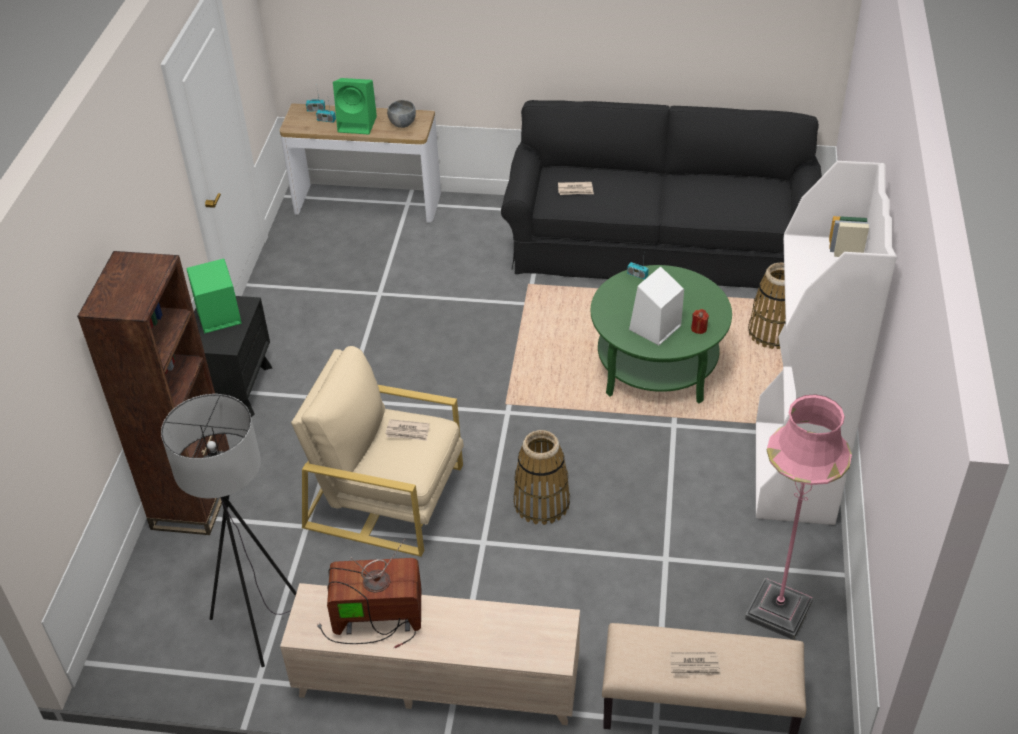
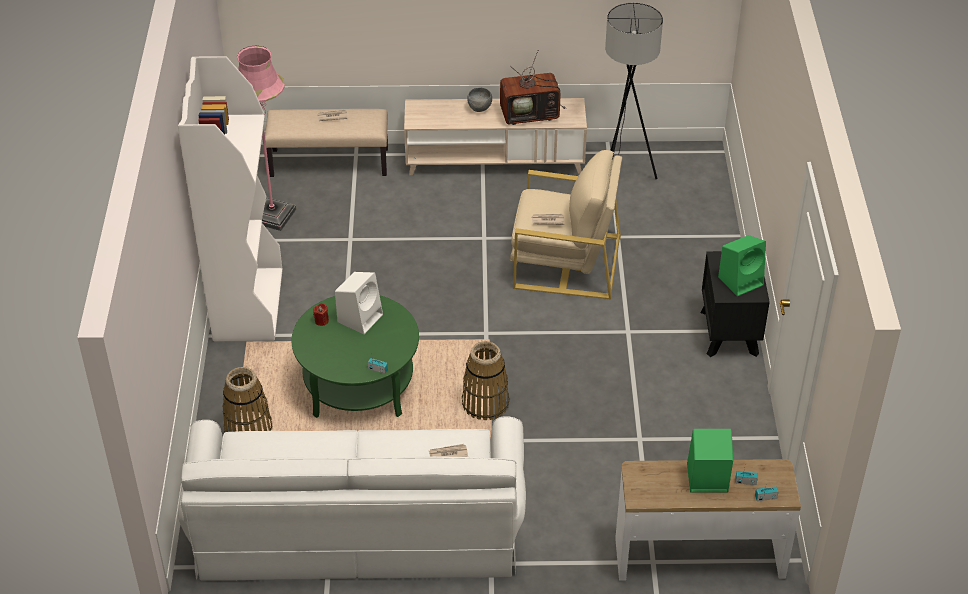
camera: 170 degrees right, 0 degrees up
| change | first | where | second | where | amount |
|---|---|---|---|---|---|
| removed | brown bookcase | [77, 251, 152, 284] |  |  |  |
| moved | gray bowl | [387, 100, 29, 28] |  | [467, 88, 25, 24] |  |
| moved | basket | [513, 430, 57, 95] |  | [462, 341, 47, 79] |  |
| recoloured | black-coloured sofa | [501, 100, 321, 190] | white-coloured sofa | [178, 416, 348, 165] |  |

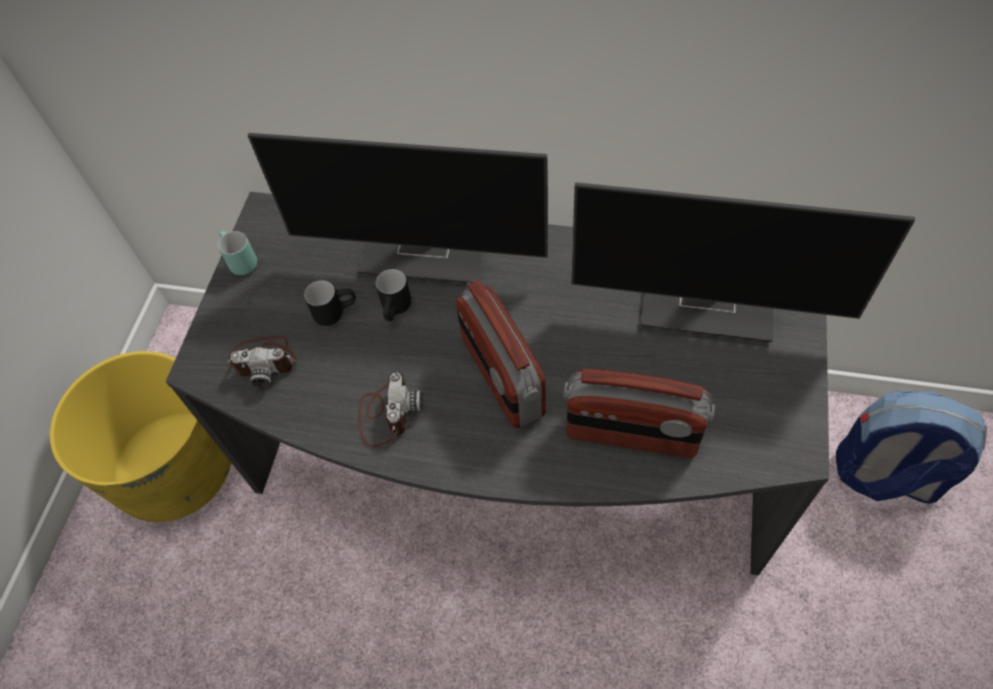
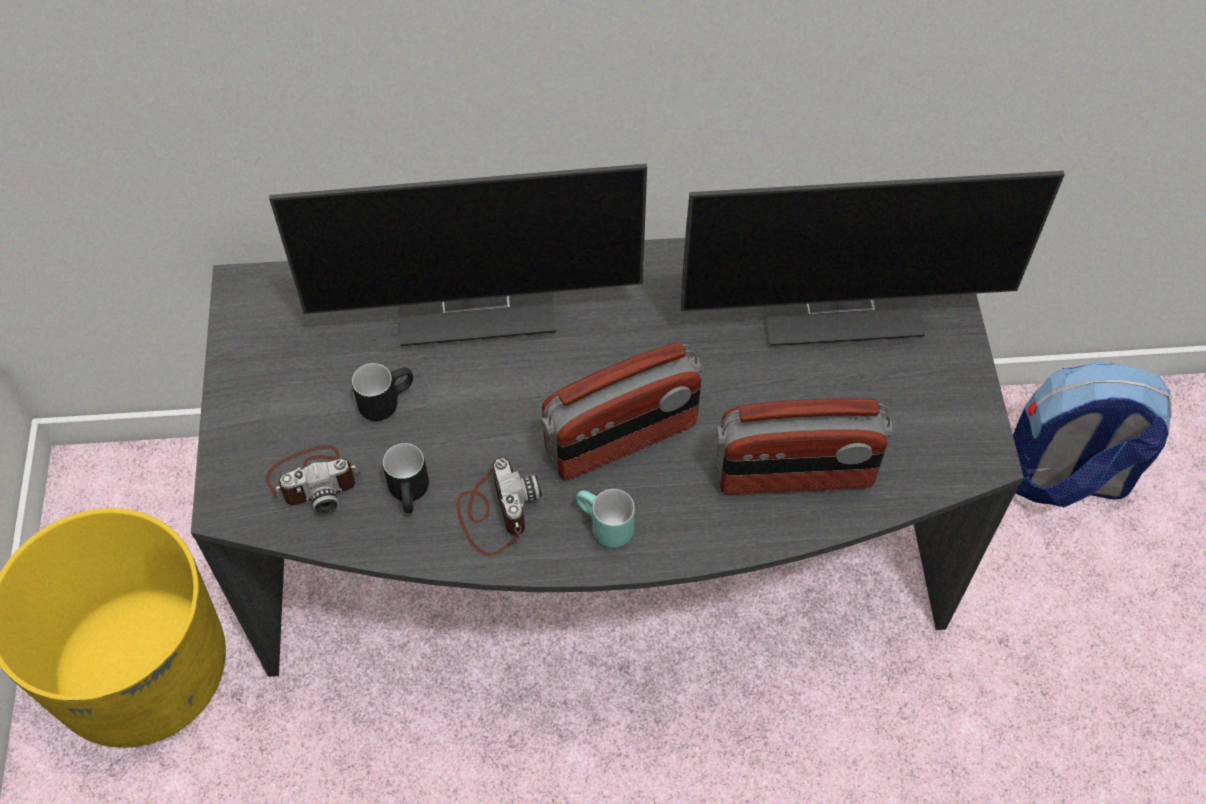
camera: 20 degrees left, 0 degrees up
| change | first | where | second | where | amount |
|---|---|---|---|---|---|
| moved | turquoise tea mug | [218, 231, 39, 44] |  | [576, 489, 59, 59] |  |
| moved | black-coloured tea mug | [376, 269, 35, 52] |  | [383, 443, 46, 70] |  |
| turned | radio set | [456, 280, 90, 148] |  | [540, 342, 162, 138] | 75 degrees counterclockwise |

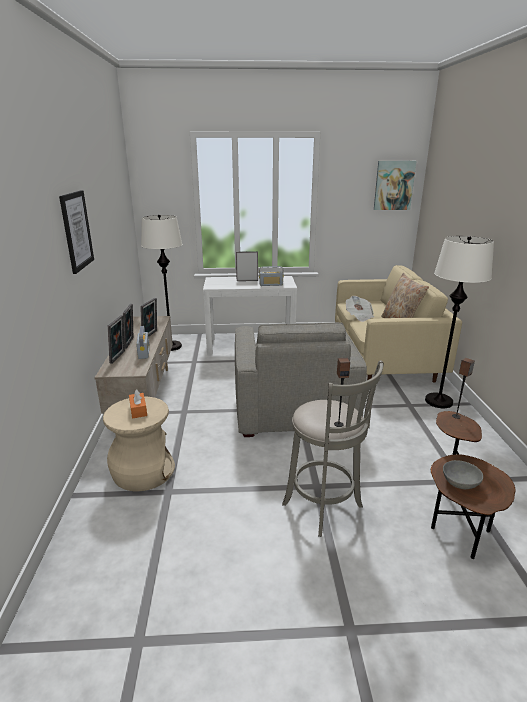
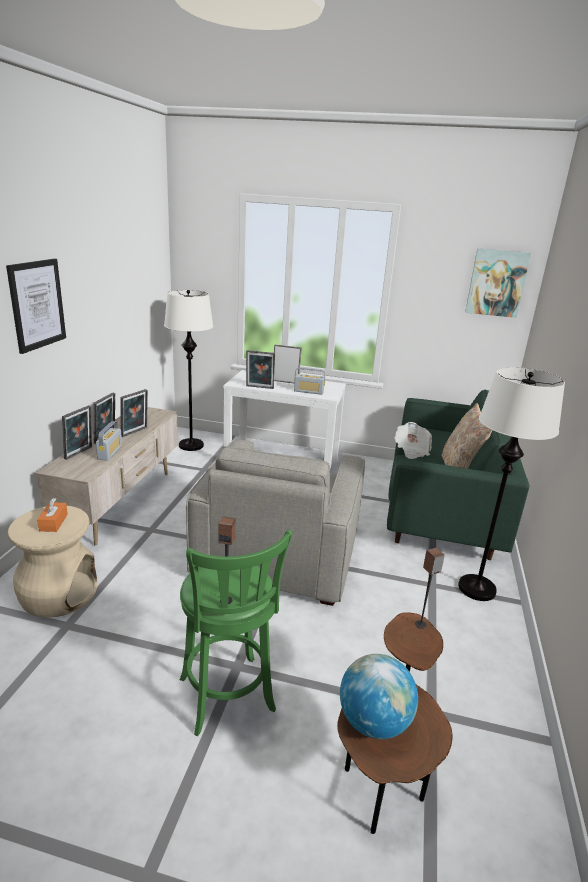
camera: 15 degrees right, 0 degrees up
| change | first | where | second | where | amount |
|---|---|---|---|---|---|
| added |  |  | picture frame | [246, 350, 29, 39] |  |
| replaced | gray bowl | [443, 460, 40, 29] | desk globe | [340, 654, 78, 85] |  |
| recoloured | gray stool | [282, 360, 102, 177] | green-coloured stool | [179, 530, 113, 206] |  |
| recoloured | sand-coloured sofa | [335, 265, 127, 118] | green-coloured sofa | [387, 390, 143, 170] |  |

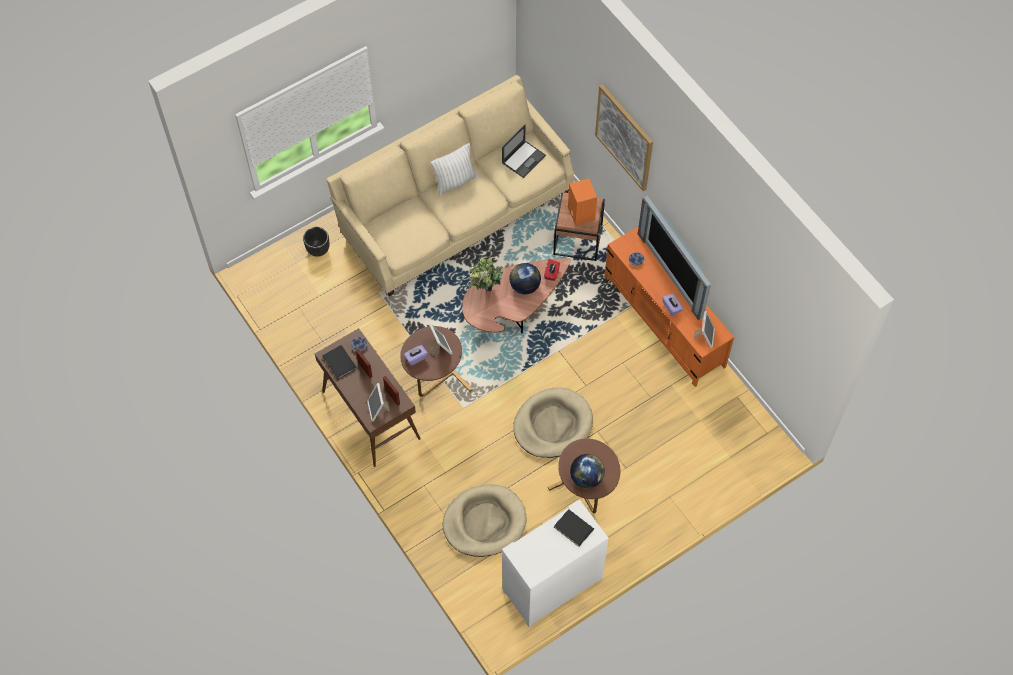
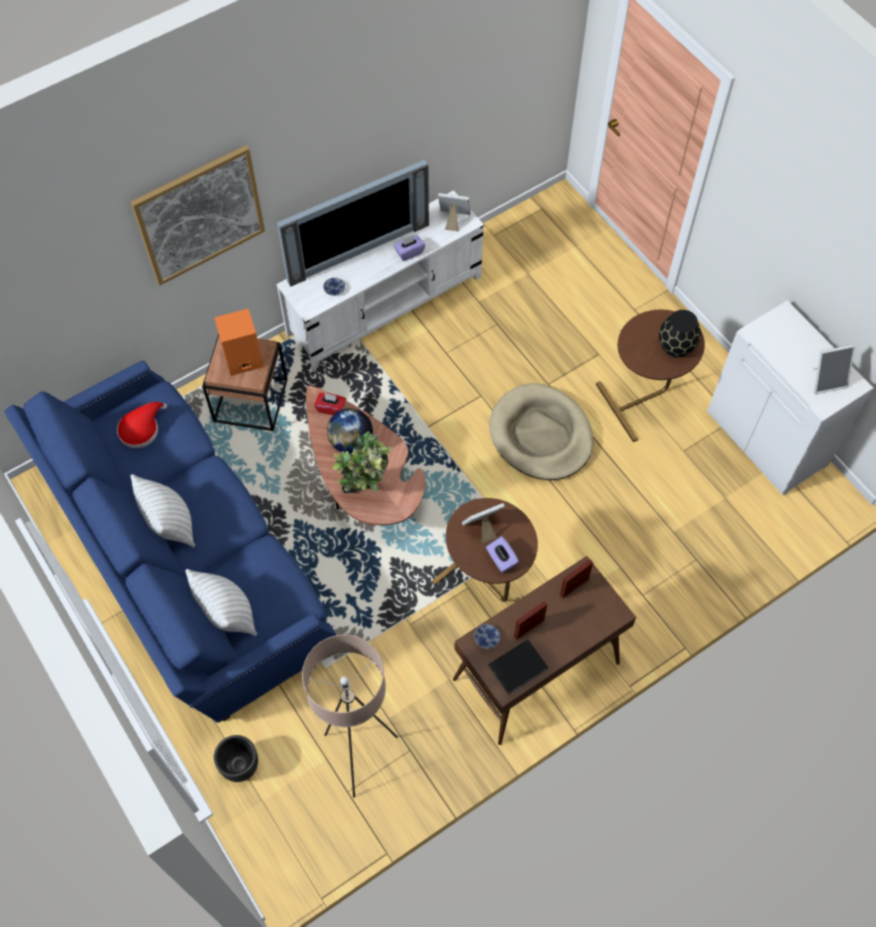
camera: 90 degrees left, 0 degrees up
| change | first | where | second | where | amount |
|---|---|---|---|---|---|
| removed | sand-coloured pet bed | [443, 484, 83, 73] |  |  |  |
| removed | black-coloured volume | [554, 509, 40, 38] |  |  |  |
| added |  |  | white-coloured pillow | [186, 569, 71, 67] |  |
| added |  |  | sand-coloured standard lamp | [302, 635, 96, 163] |  |
| moved | picture frame | [367, 383, 23, 39] |  | [814, 344, 41, 50] |  |
| replaced | notebook computer | [502, 125, 44, 53] | red-coloured wearable hat | [117, 402, 50, 46] |  |
| replaced | desk globe | [570, 454, 35, 34] | black-coloured vase | [659, 310, 42, 48] |  |
| recoloured | sand-coloured sofa | [327, 75, 247, 221] | blue-coloured sofa | [5, 361, 331, 362] |  |
| recoloured | orange tv stand | [605, 226, 129, 161] | white-coloured tv stand | [276, 190, 208, 180] |  |

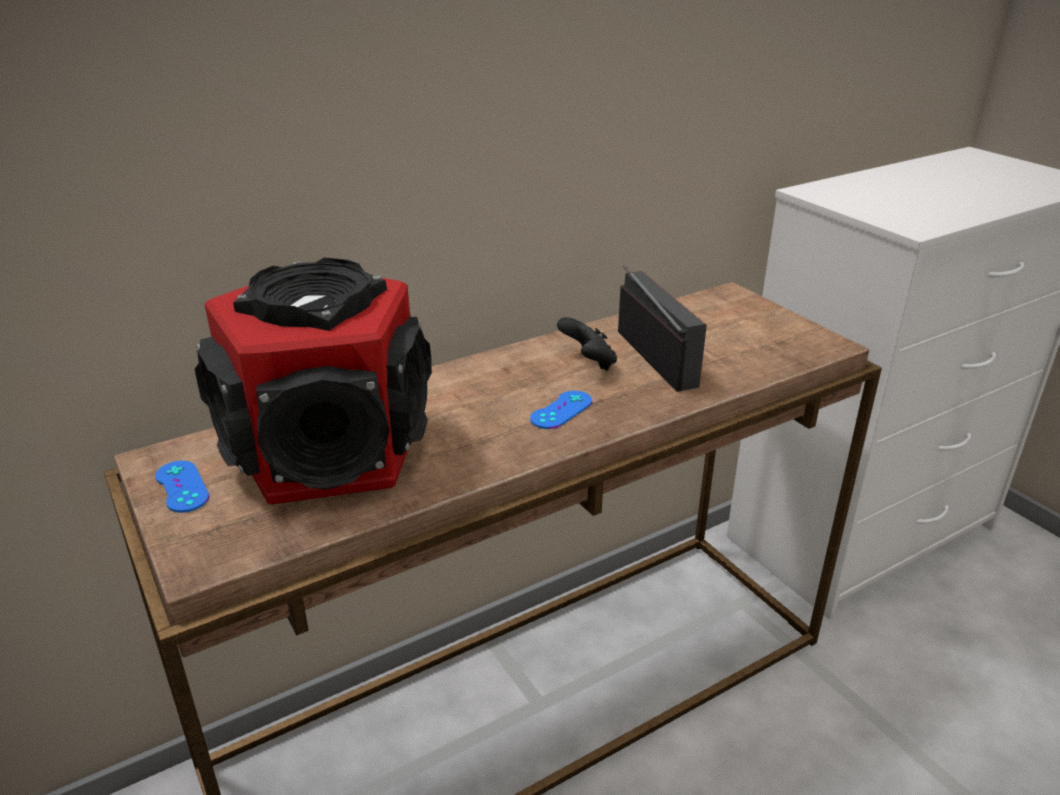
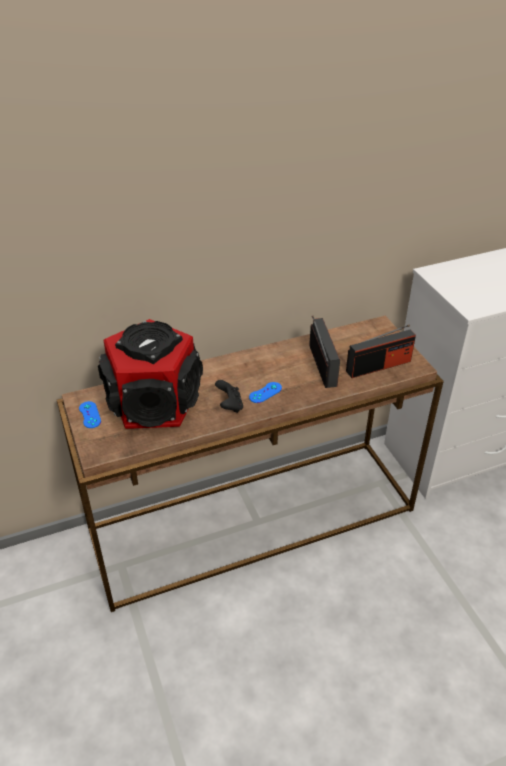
camera: 10 degrees right, 10 degrees up
| change | first | where | second | where | amount |
|---|---|---|---|---|---|
| added |  |  | radio set | [346, 325, 70, 53] |  |
| moved | black-coloured game controller | [557, 317, 60, 54] |  | [215, 380, 28, 33] |  |

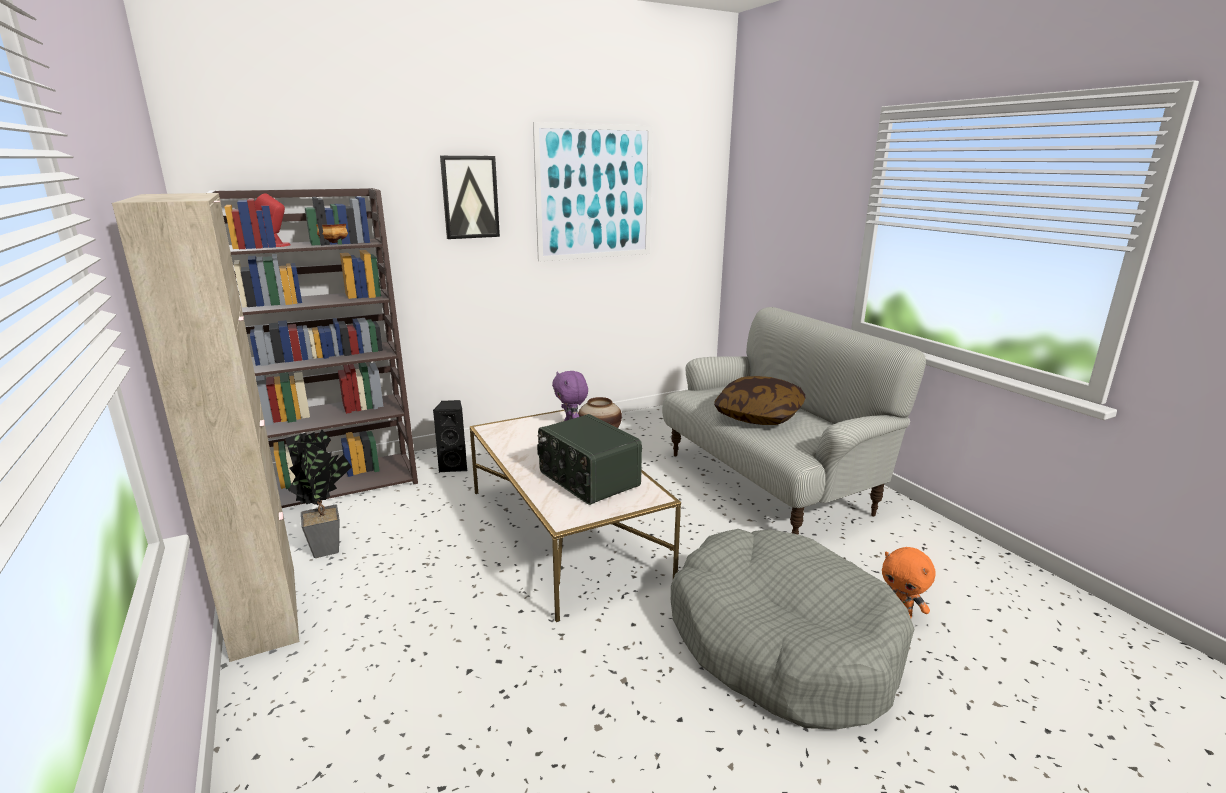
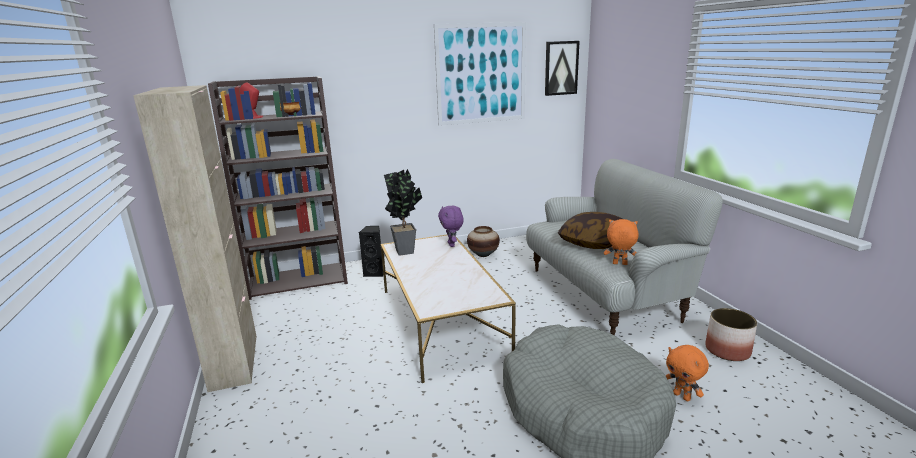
camera: 10 degrees right, 0 degrees up
| change | first | where | second | where | amount |
|---|---|---|---|---|---|
| removed | radio set | [537, 414, 105, 91] |  |  |  |
| added |  |  | orange cuddly toy | [604, 219, 35, 46] |  |
| added |  |  | planter | [705, 308, 52, 53] |  |
| moved | potted plant | [285, 429, 67, 129] |  | [384, 169, 38, 87] |  |
| moved | wall picture | [440, 156, 60, 83] |  | [545, 41, 35, 55] |  |

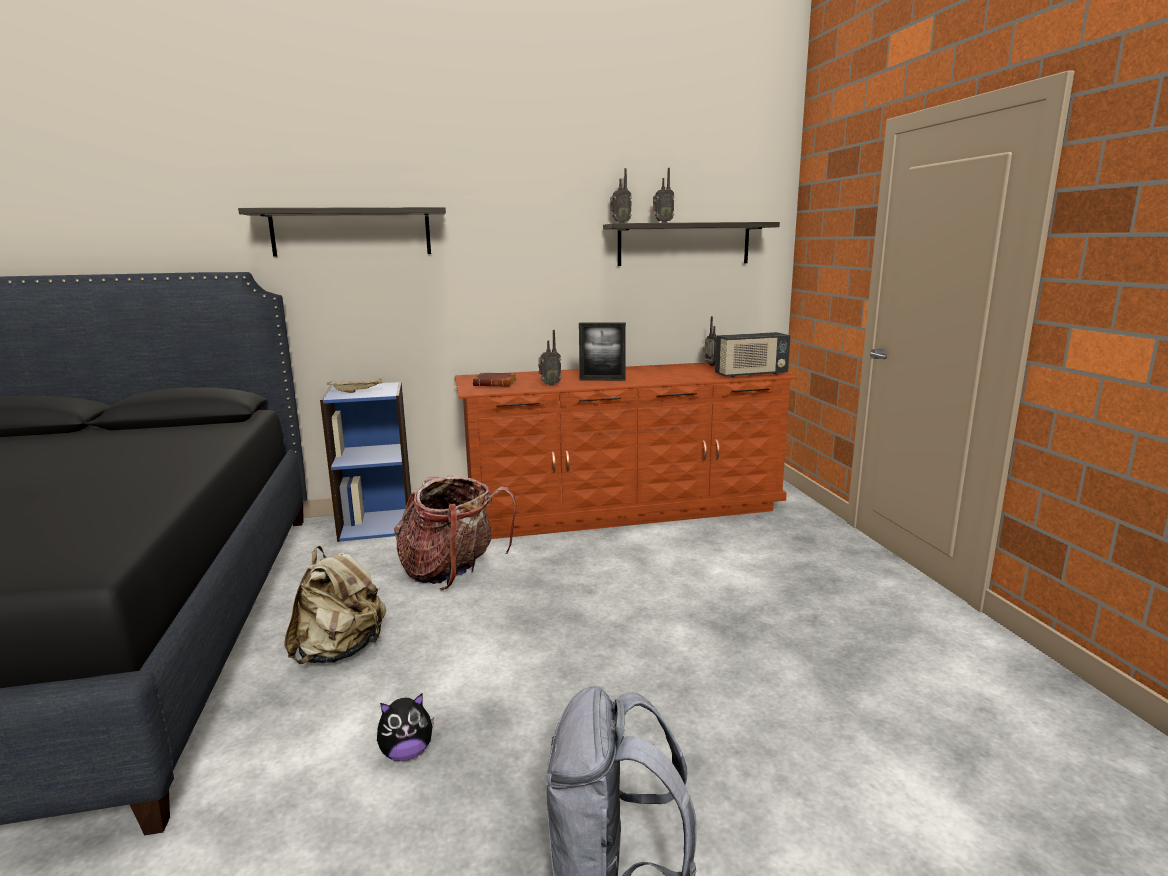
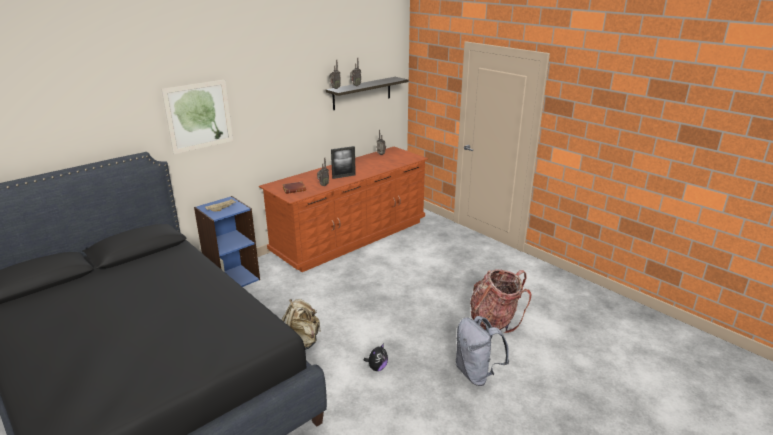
camera: 30 degrees left, 10 degrees up
| change | first | where | second | where | amount |
|---|---|---|---|---|---|
| removed | radio set | [715, 332, 75, 46] |  |  |  |
| moved | backpack | [394, 475, 122, 115] |  | [470, 269, 62, 64] |  |
| replaced | shelf | [238, 207, 208, 50] | wall picture | [161, 79, 72, 75] |  |

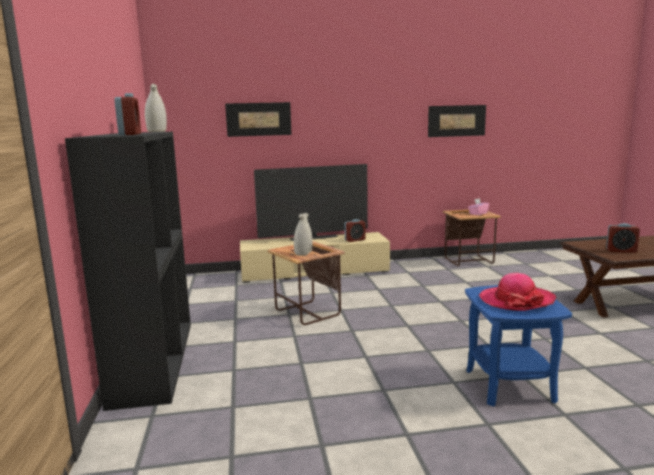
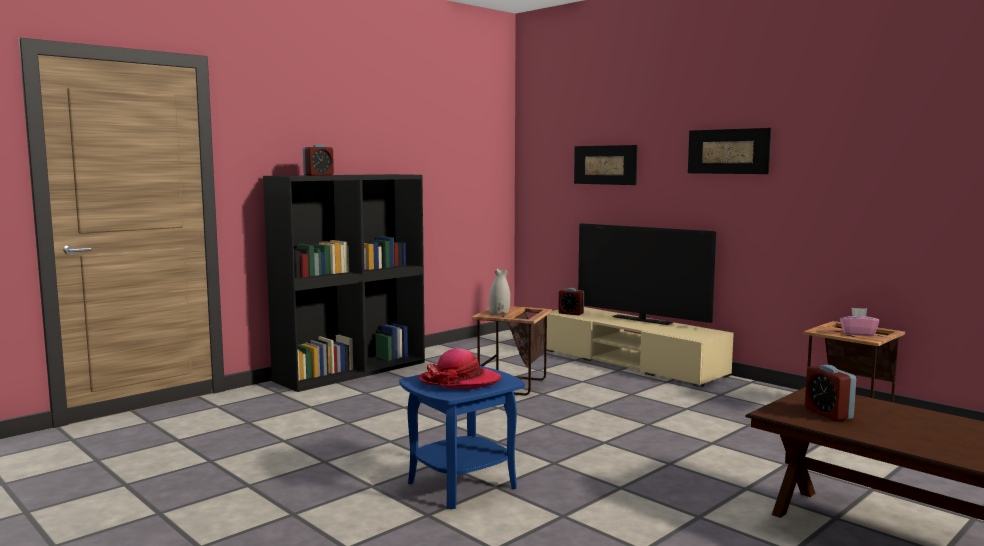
camera: 55 degrees right, 5 degrees down
| change | first | where | second | where | amount |
|---|---|---|---|---|---|
| removed | white-coloured vase | [145, 84, 22, 48] |  |  |  |
| moved | bedside clock | [345, 219, 20, 23] |  | [558, 288, 26, 27] |  |
| moved | wall picture | [428, 105, 58, 32] |  | [688, 128, 83, 46] |  |

